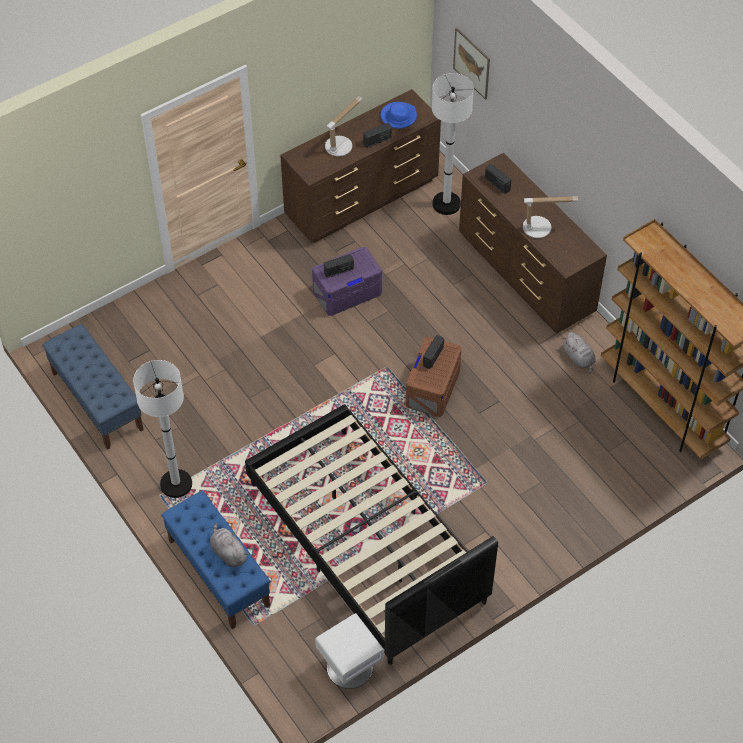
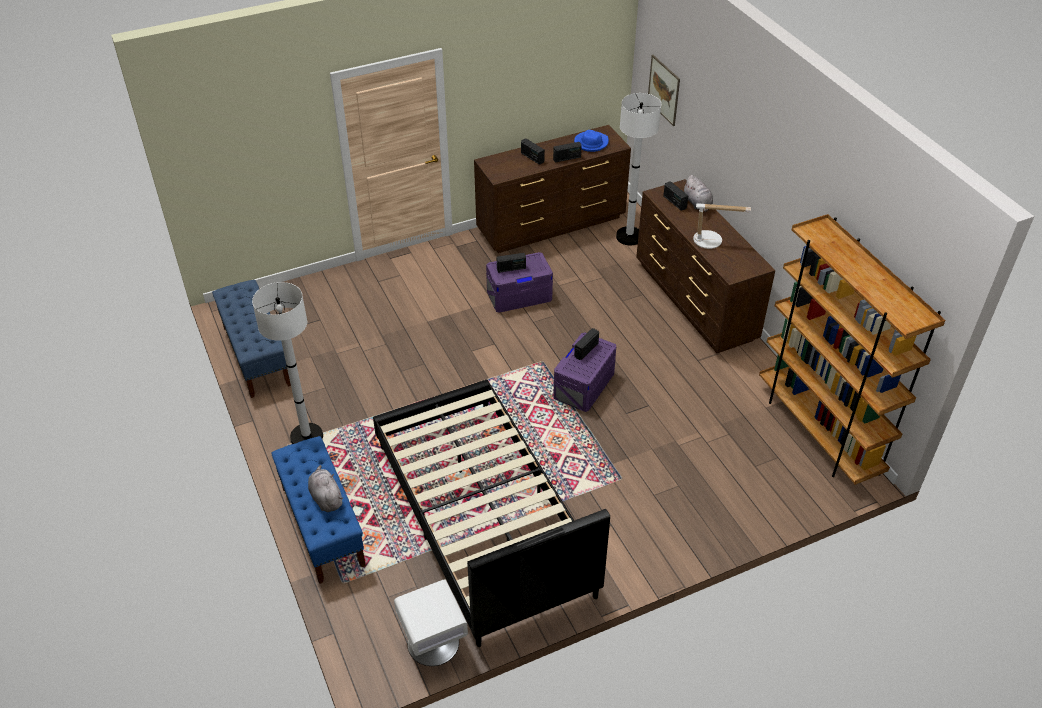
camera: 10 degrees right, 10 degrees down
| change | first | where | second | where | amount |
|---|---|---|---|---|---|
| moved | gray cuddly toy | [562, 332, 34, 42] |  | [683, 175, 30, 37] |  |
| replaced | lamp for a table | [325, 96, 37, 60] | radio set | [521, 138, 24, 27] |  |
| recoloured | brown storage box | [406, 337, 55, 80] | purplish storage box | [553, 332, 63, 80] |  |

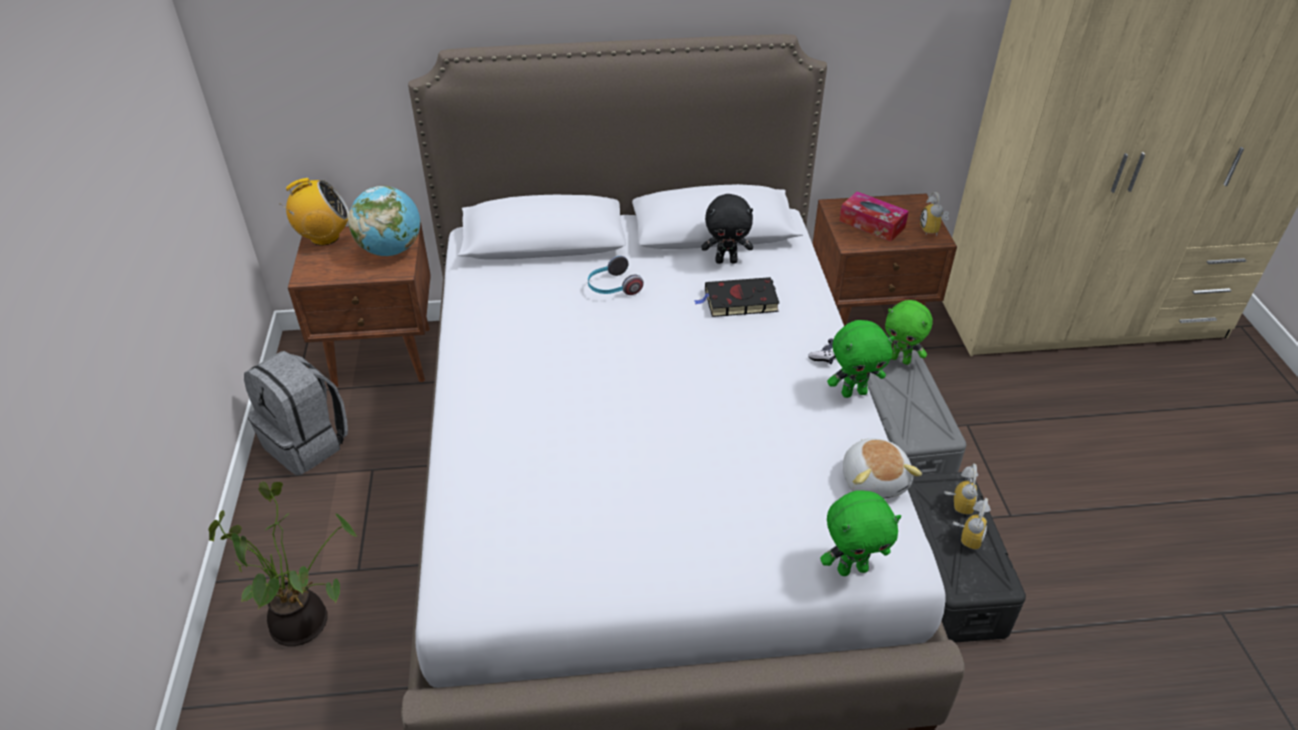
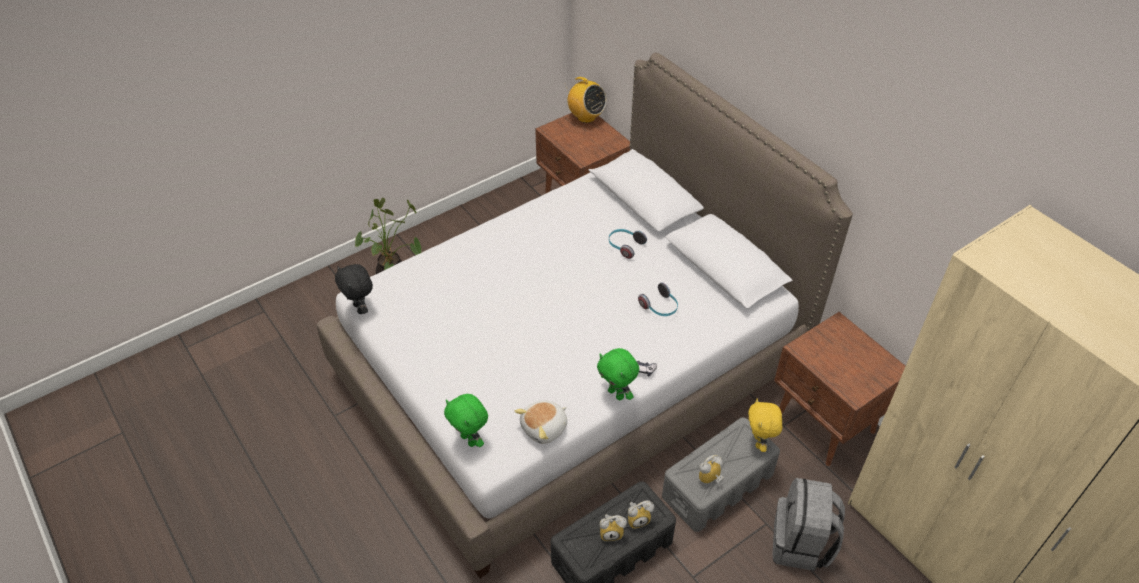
camera: 60 degrees right, 5 degrees up
| change | first | where | second | where | amount |
|---|---|---|---|---|---|
| removed | desk globe | [348, 186, 72, 70] |  |  |  |
| removed | tissue box | [839, 191, 70, 50] |  |  |  |
| moved | gray backpack | [244, 351, 104, 124] |  | [772, 478, 73, 93] |  |
| moved | black-coloured cuddly toy | [701, 194, 52, 70] |  | [335, 264, 38, 50] |  |
| moved | bedside clock | [920, 192, 29, 44] |  | [699, 455, 25, 30] |  |
| replaced | black-coloured volume | [694, 277, 86, 40] | headphones | [638, 283, 40, 33] |  |
| recoloured | green-coloured cuddly toy | [885, 300, 48, 65] | yellow cuddly toy | [748, 399, 34, 53] |  |

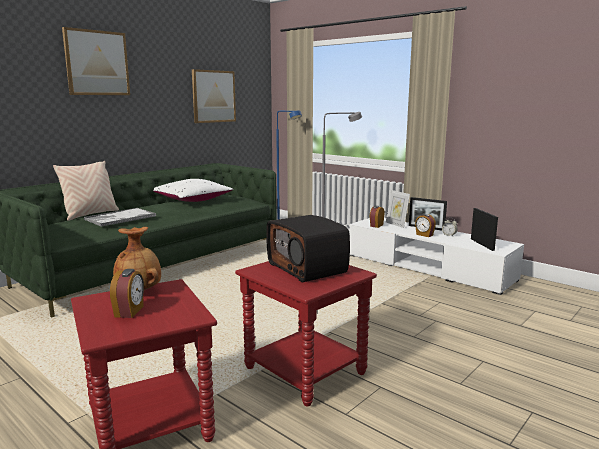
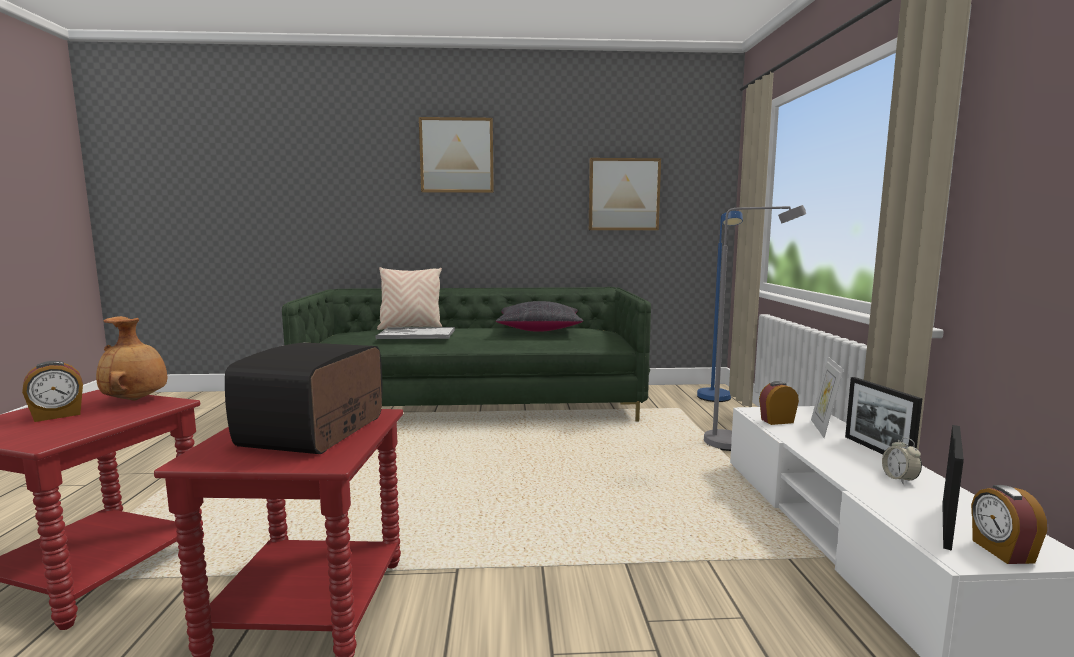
camera: 45 degrees right, 5 degrees down
| change | first | where | second | where | amount |
|---|---|---|---|---|---|
| moved | bedside clock | [415, 214, 21, 23] |  | [971, 485, 76, 79] |  |
| recoloured | white-coloured pillow | [153, 179, 80, 23] | black-coloured pillow | [496, 301, 87, 31] |  |

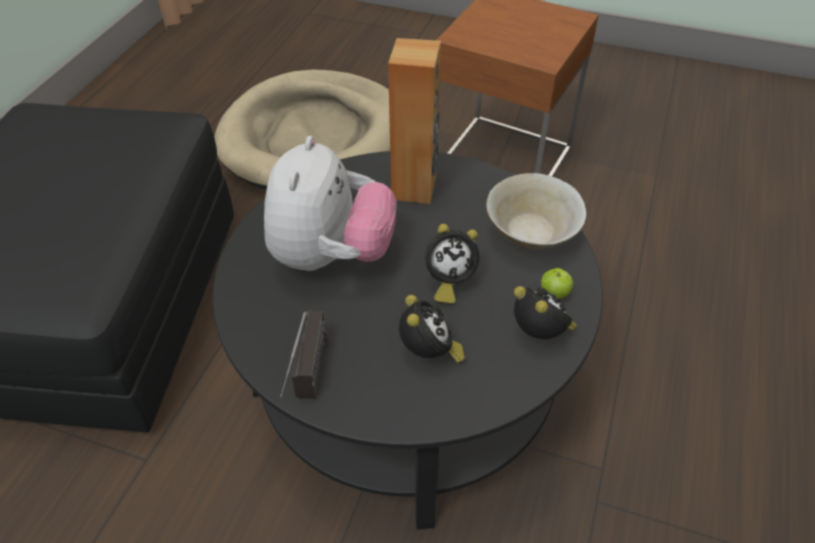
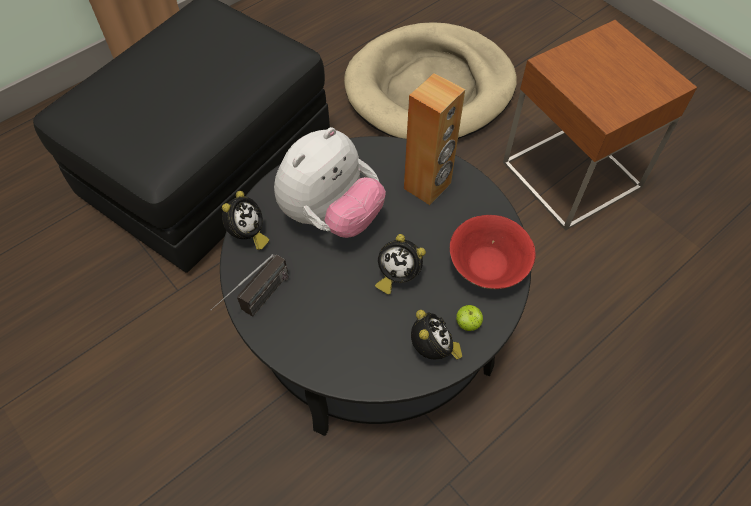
camera: 30 degrees right, 10 degrees up
| change | first | where | second | where | amount |
|---|---|---|---|---|---|
| moved | bedside clock | [399, 295, 66, 68] |  | [222, 191, 47, 59] |  |
| recoloured | sand-coloured bowl | [486, 173, 100, 77] | red-coloured bowl | [450, 215, 86, 74] |  |

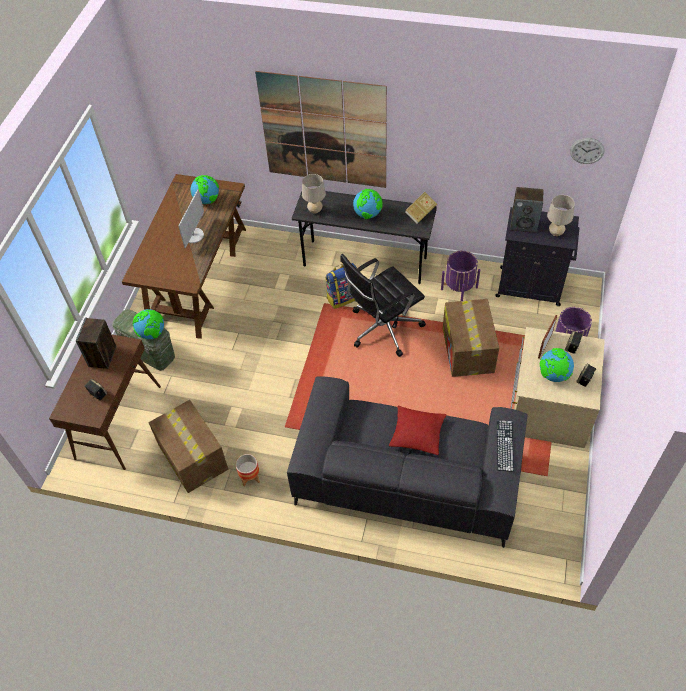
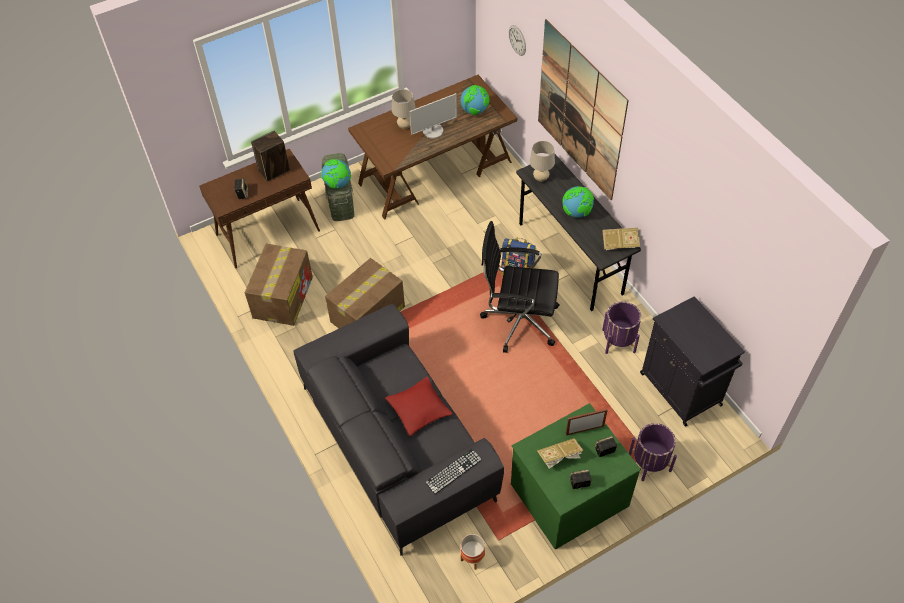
camera: 45 degrees right, 0 degrees up
| change | first | where | second | where | amount |
|---|---|---|---|---|---|
| removed | speaker | [510, 187, 33, 46] |  |  |  |
| moved | planter | [236, 454, 24, 32] |  | [460, 534, 25, 36] |  |
| moved | packing box | [443, 299, 56, 78] |  | [325, 258, 80, 70] |  |
| moved | sand-coloured lamp for a table | [547, 195, 28, 41] |  | [392, 89, 24, 40] |  |
| moved | clock on the wall | [570, 138, 35, 26] |  | [509, 25, 17, 31] |  |
| replaced | desk globe | [540, 348, 34, 34] | volume | [537, 438, 47, 31] |  |
| recoloured | sand-coloured drawer chest | [510, 327, 95, 121] | green-coloured drawer chest | [511, 403, 130, 146] |  |

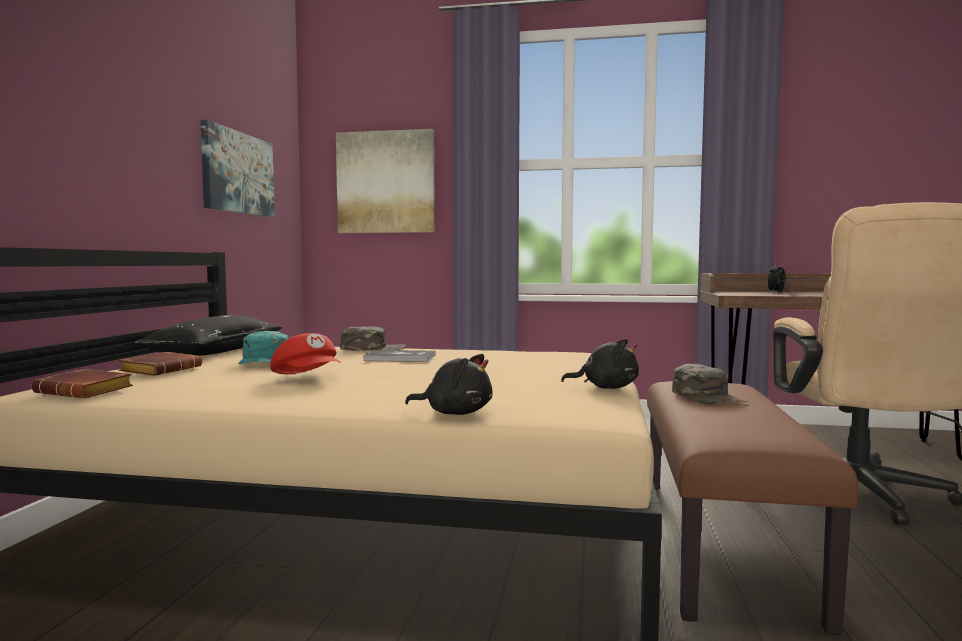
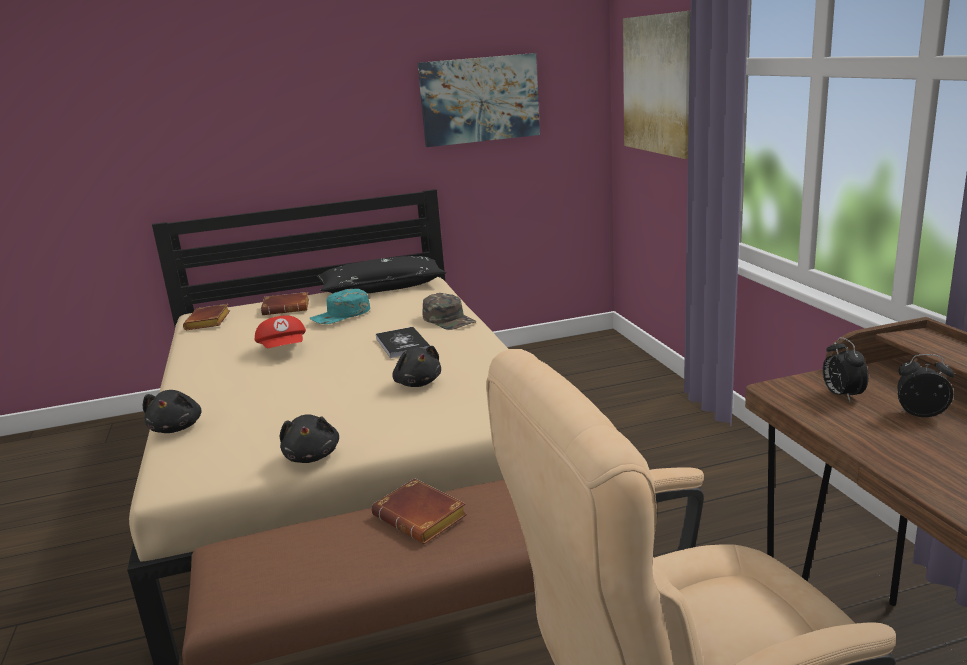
camera: 65 degrees right, 15 degrees up
| change | first | where | second | where | amount |
|---|---|---|---|---|---|
| added |  |  | black-coloured cuddly toy | [392, 346, 49, 41] |  |
| added |  |  | bedside clock | [823, 337, 45, 65] |  |
| replaced | green-coloured baseball cap | [672, 364, 75, 41] | brown volume | [371, 478, 96, 66] |  |
| turned | red-coloured baseball cap | [270, 333, 71, 41] |  | [255, 316, 51, 32] | 45 degrees counterclockwise |

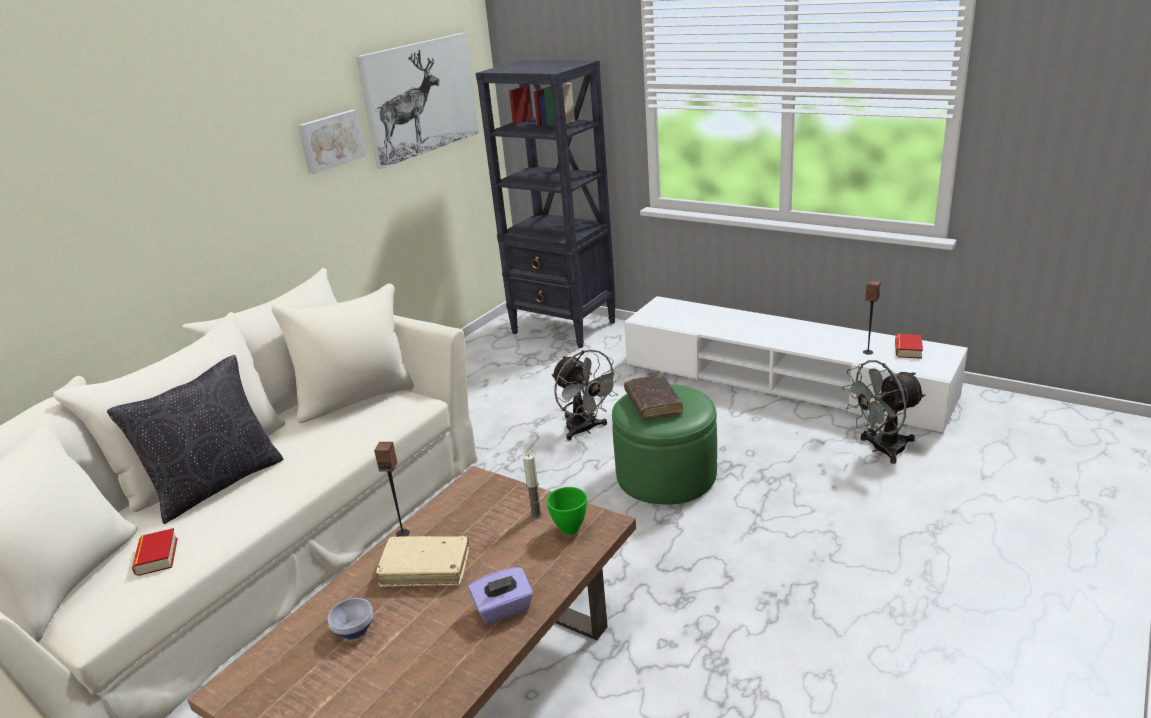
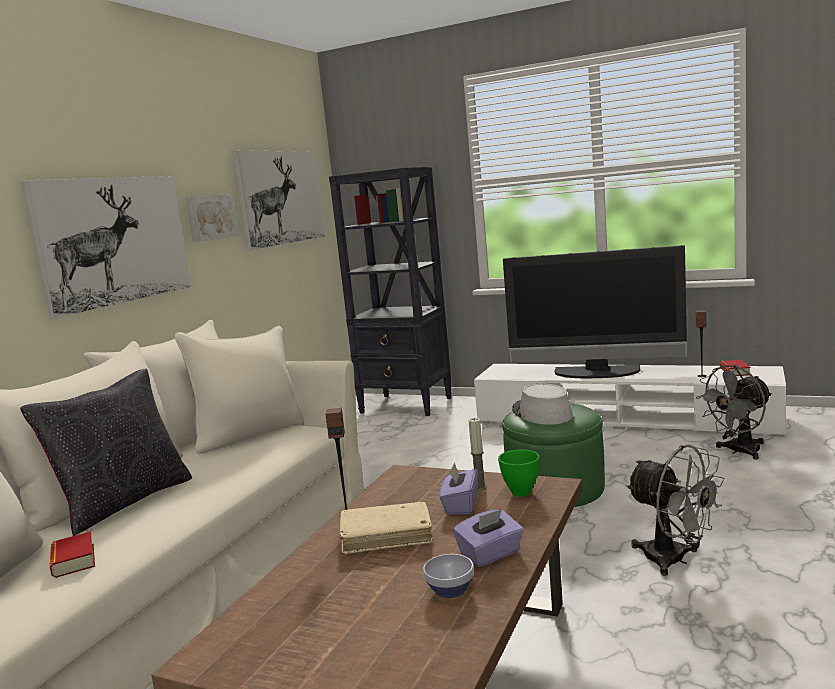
camera: 10 degrees left, 15 degrees down
| change | first | where | second | where | amount |
|---|---|---|---|---|---|
| added |  |  | wall picture | [21, 176, 170, 143] |  |
| added |  |  | purplish tissue box | [439, 463, 39, 51] |  |
| added |  |  | TV set | [503, 245, 184, 133] |  |
| moved | bowl | [328, 598, 45, 42] |  | [423, 554, 51, 44] |  |
| moved | gray electric fan | [552, 350, 69, 91] |  | [626, 445, 99, 131] |  |
| replaced | brown volume | [624, 374, 59, 45] | gray wearable hat | [512, 384, 61, 41] |  |

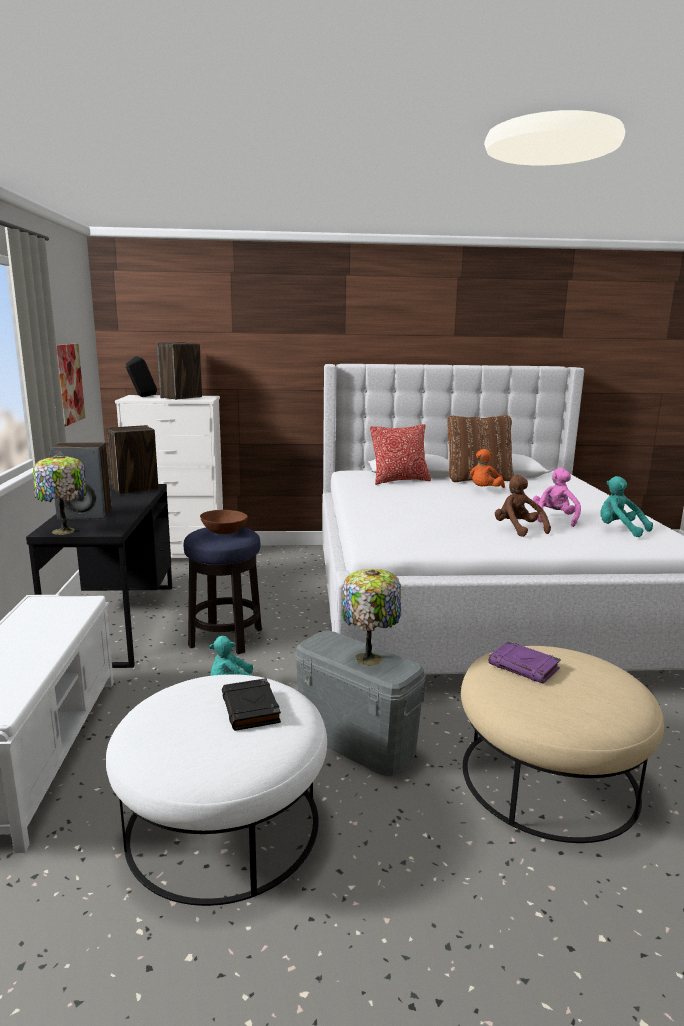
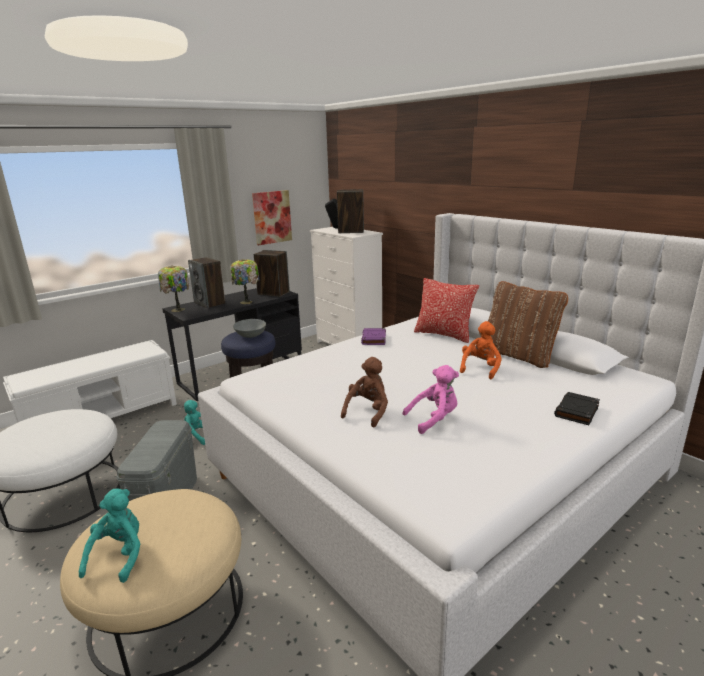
camera: 55 degrees right, 5 degrees up
| change | first | where | second | where | amount |
|---|---|---|---|---|---|
| moved | black-coloured volume | [222, 678, 59, 53] |  | [554, 392, 46, 33] |  |
| moved | lamp for a table | [342, 569, 59, 96] |  | [230, 259, 30, 45] |  |
| moved | purplish volume | [489, 641, 72, 43] |  | [361, 328, 25, 17] |  |
| moved | turquoise cuddly toy | [600, 476, 53, 61] |  | [79, 489, 61, 94] |  |
| recoloured | brown bowl | [200, 510, 48, 24] | gray bowl | [233, 319, 33, 19] |  |
| turned | orange cuddly toy | [470, 449, 35, 39] |  | [460, 321, 41, 58] | 120 degrees clockwise |

